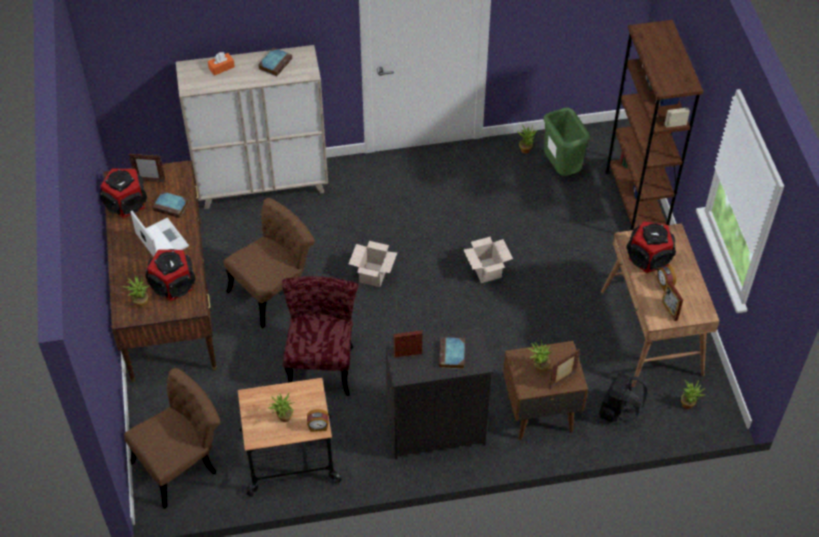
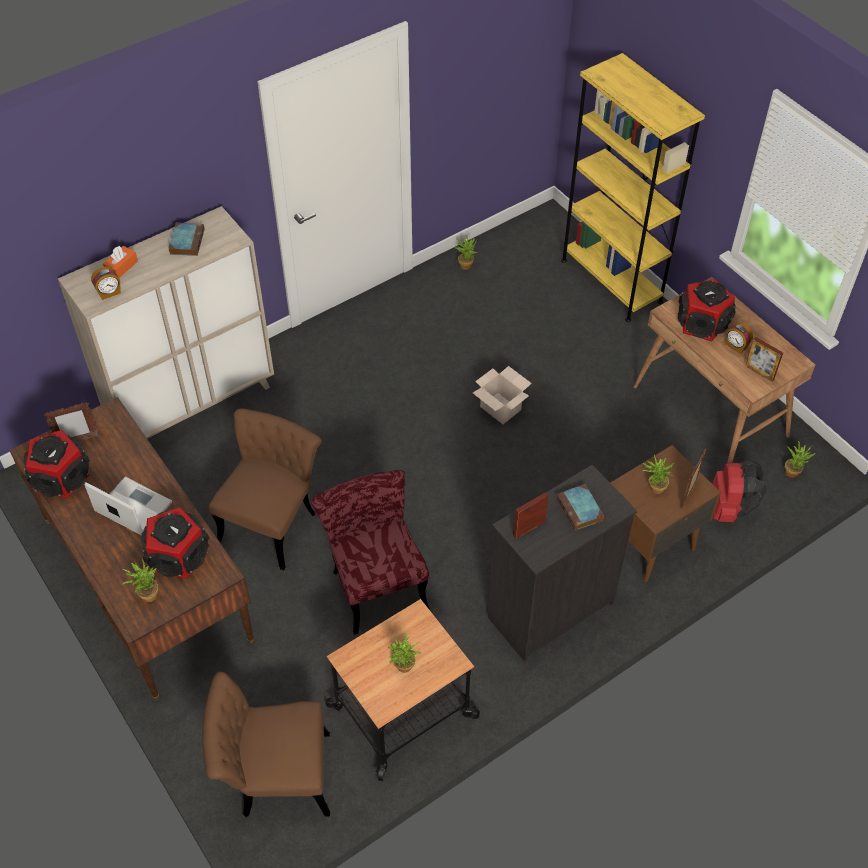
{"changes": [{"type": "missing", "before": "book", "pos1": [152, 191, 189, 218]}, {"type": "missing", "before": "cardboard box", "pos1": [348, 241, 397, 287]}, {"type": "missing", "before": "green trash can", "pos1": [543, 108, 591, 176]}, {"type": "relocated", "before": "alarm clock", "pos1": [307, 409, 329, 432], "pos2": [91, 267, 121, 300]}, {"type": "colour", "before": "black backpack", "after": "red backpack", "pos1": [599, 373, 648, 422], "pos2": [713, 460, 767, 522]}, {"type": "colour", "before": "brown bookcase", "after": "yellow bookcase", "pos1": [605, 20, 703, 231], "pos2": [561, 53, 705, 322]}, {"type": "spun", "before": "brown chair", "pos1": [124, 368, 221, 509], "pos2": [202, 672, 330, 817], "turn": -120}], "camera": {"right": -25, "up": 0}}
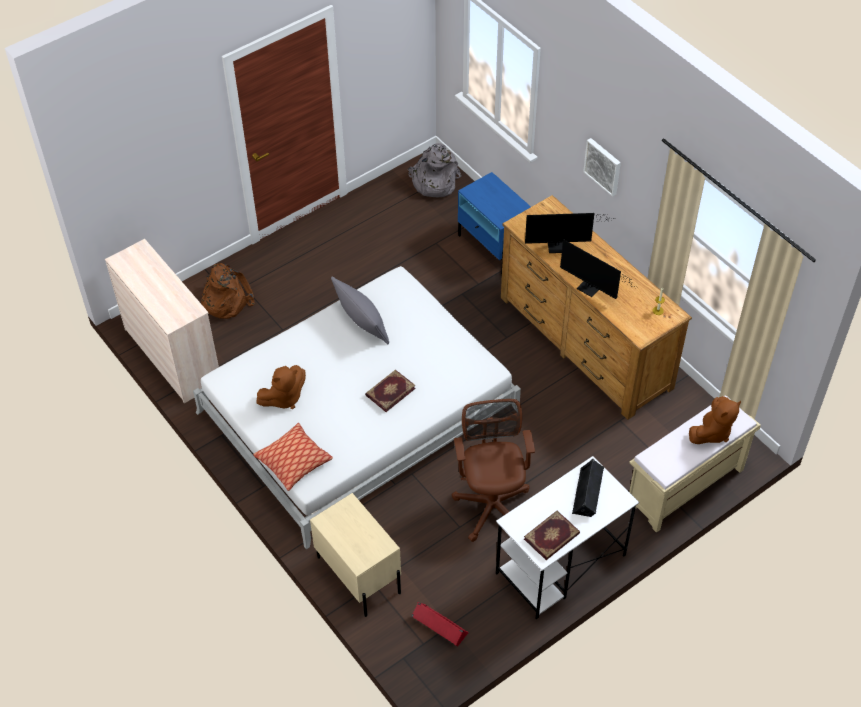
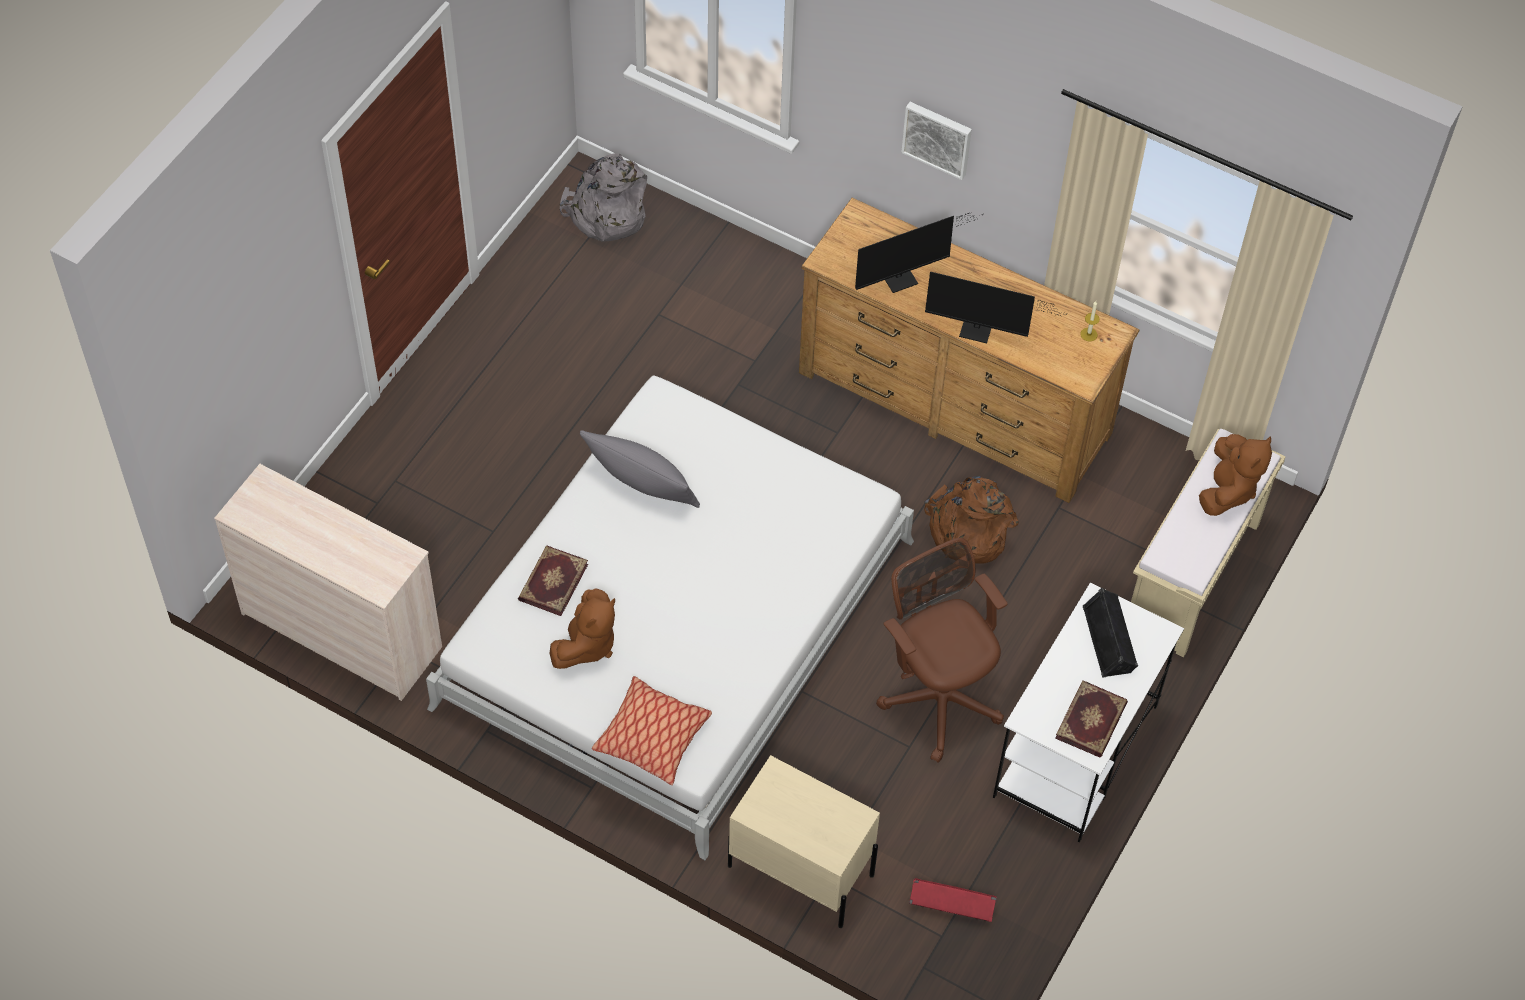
{"changes": [{"type": "missing", "before": "blue nightstand", "pos1": [458, 172, 531, 277]}, {"type": "relocated", "before": "brown backpack", "pos1": [201, 263, 254, 319], "pos2": [924, 476, 1019, 564]}, {"type": "relocated", "before": "book", "pos1": [365, 370, 416, 412], "pos2": [518, 545, 588, 616]}], "camera": {"right": -25, "up": 5}}
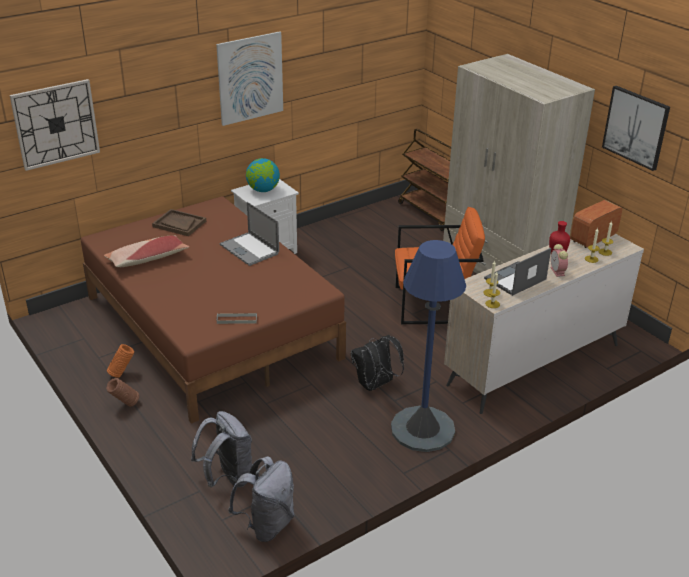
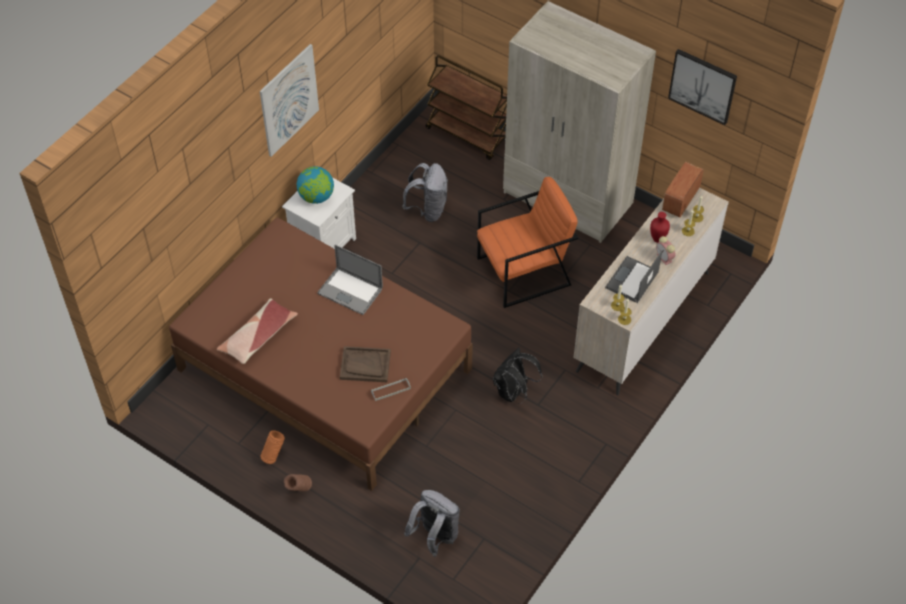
{"changes": [{"type": "missing", "before": "wall clock", "pos1": [10, 79, 100, 171]}, {"type": "missing", "before": "blue floor lamp", "pos1": [391, 240, 466, 452]}, {"type": "relocated", "before": "brown tray", "pos1": [152, 209, 206, 236], "pos2": [340, 346, 391, 382]}, {"type": "relocated", "before": "grey backpack", "pos1": [228, 456, 295, 542], "pos2": [403, 163, 448, 222]}], "camera": {"right": -20, "up": 20}}
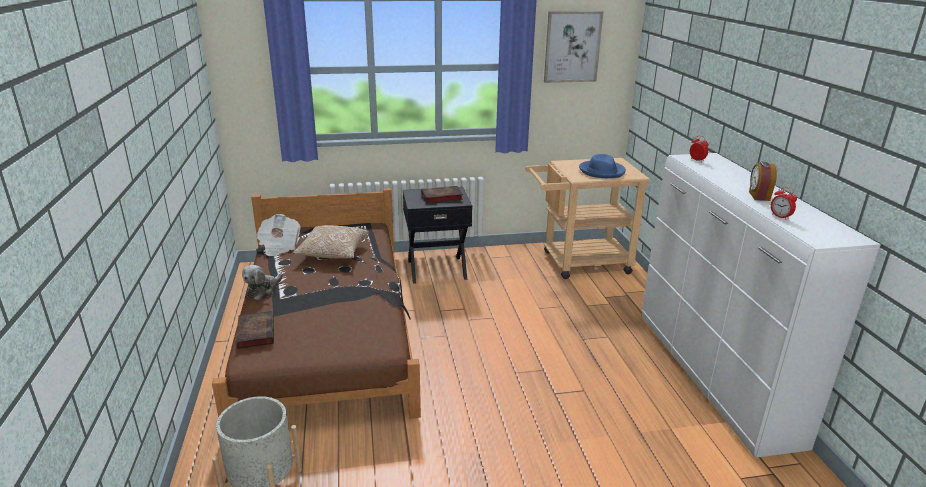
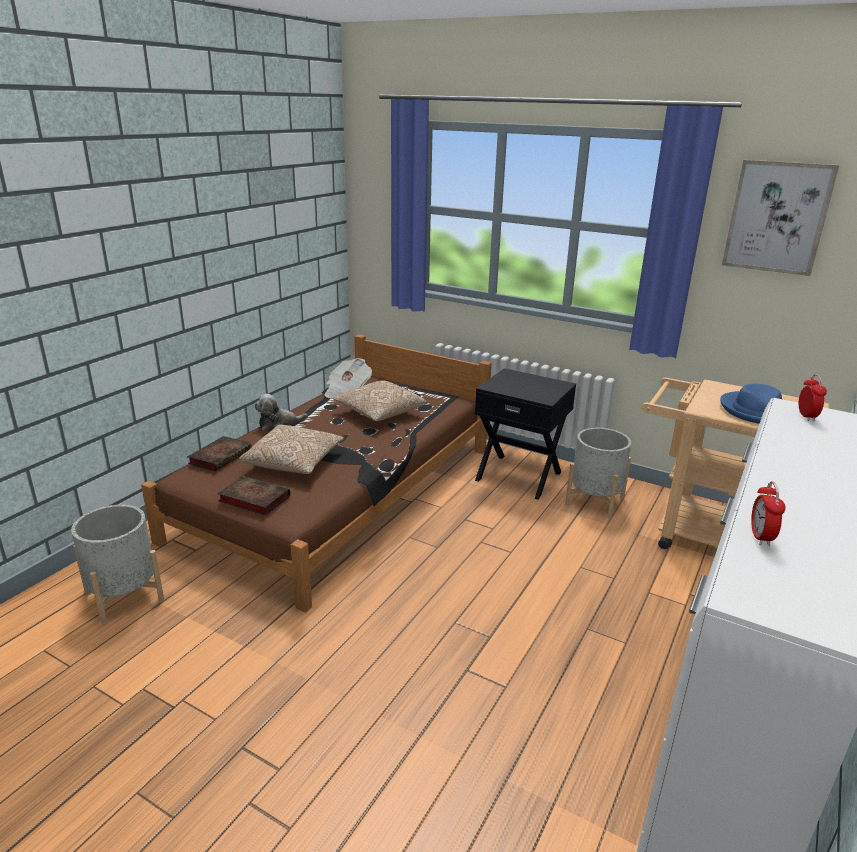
{"changes": [{"type": "missing", "before": "alarm clock", "pos1": [749, 162, 777, 201]}, {"type": "appeared", "after": "pillow", "pos2": [239, 425, 344, 474]}, {"type": "appeared", "after": "grey planter", "pos2": [565, 428, 631, 519]}, {"type": "relocated", "before": "book", "pos1": [421, 186, 463, 203], "pos2": [217, 476, 290, 515]}], "camera": {"right": 40, "up": 0}}
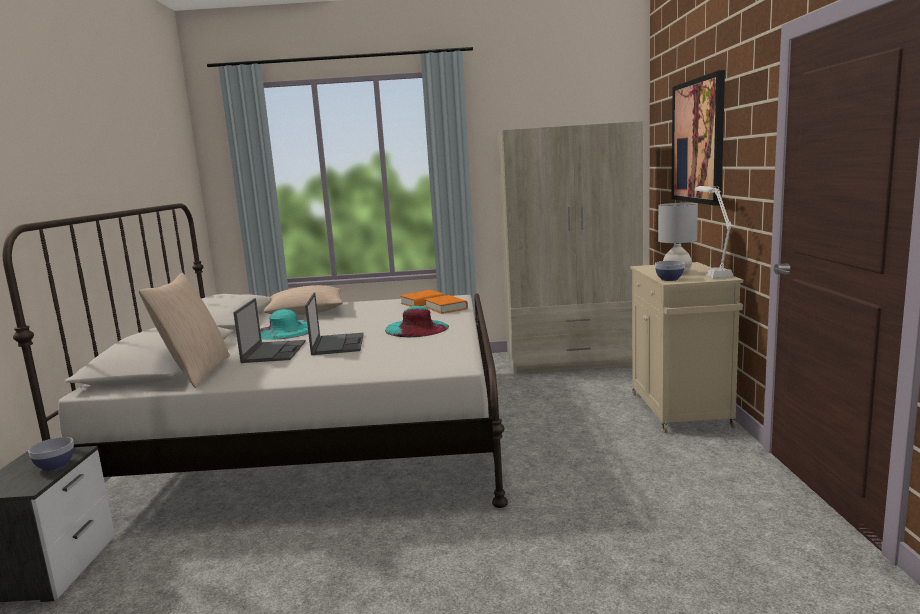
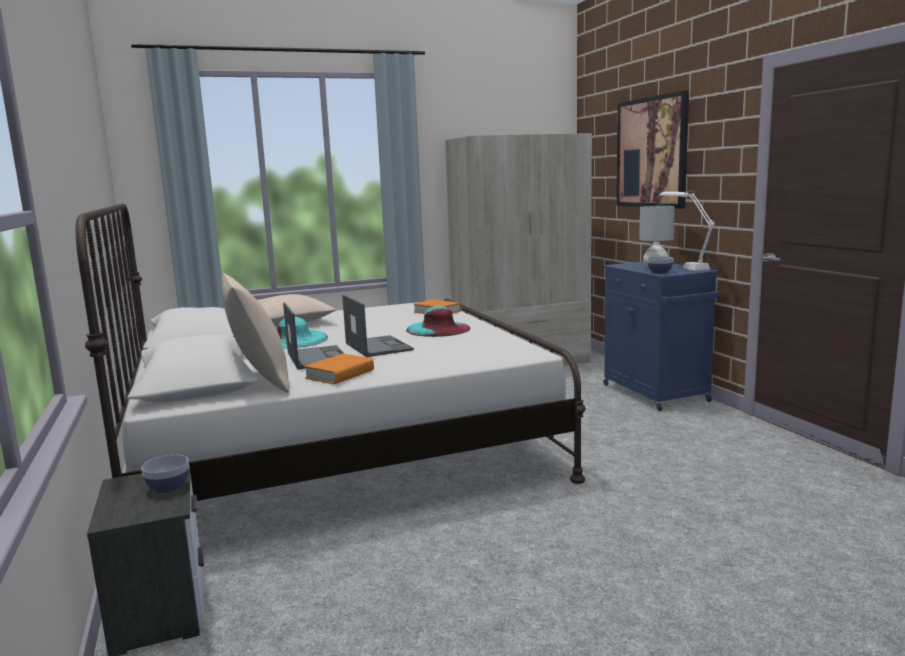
{"changes": [{"type": "relocated", "before": "orange book", "pos1": [400, 290, 445, 307], "pos2": [304, 354, 374, 384]}, {"type": "colour", "before": "beige cabinet", "after": "blue cabinet", "pos1": [630, 262, 743, 433], "pos2": [603, 262, 720, 411]}], "camera": {"right": -20, "up": 0}}
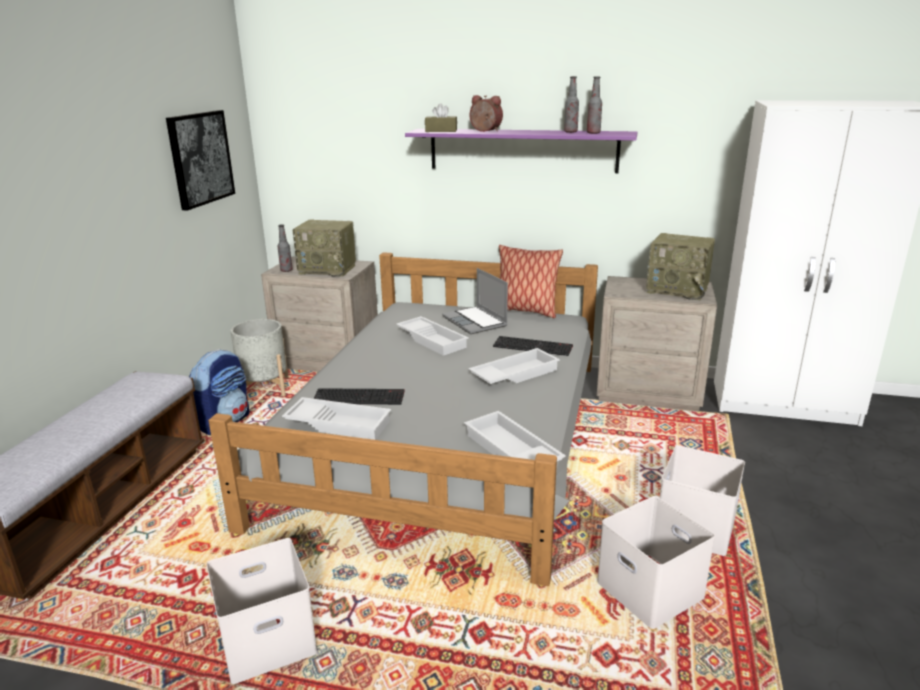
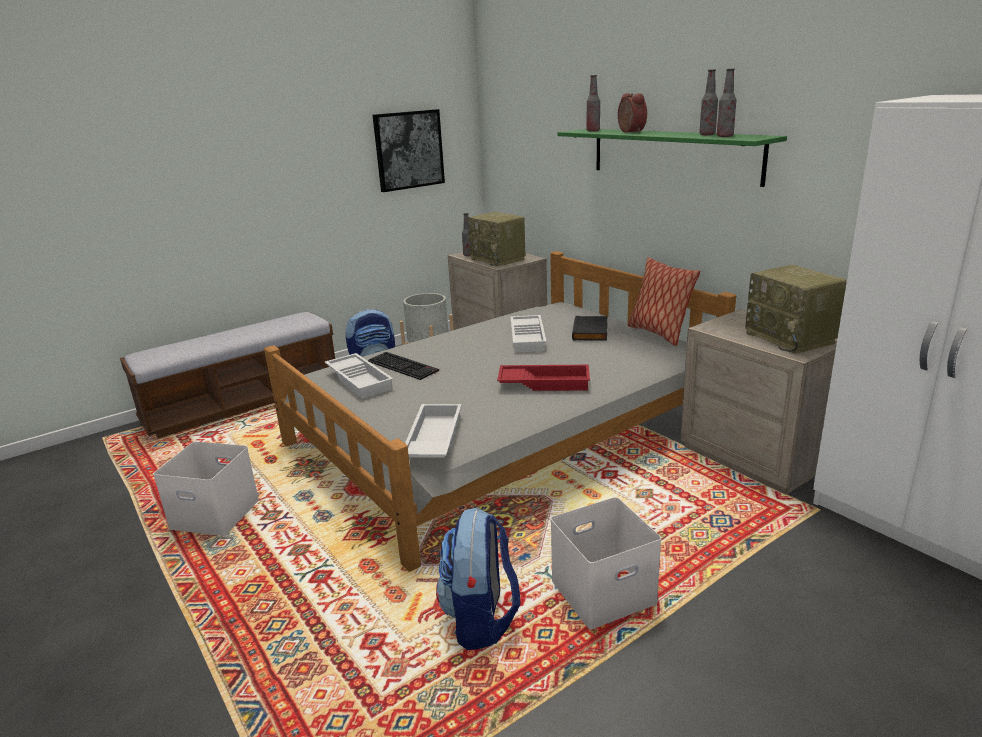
{"changes": [{"type": "missing", "before": "keyboard", "pos1": [493, 336, 573, 356]}, {"type": "exchanged", "before": "brown tissue box", "after": "bottle", "pos1": [425, 103, 457, 132], "pos2": [586, 75, 600, 132]}, {"type": "exchanged", "before": "laptop", "after": "black book", "pos1": [442, 268, 508, 334], "pos2": [572, 316, 608, 341]}, {"type": "exchanged", "before": "white storage box", "after": "backpack", "pos1": [597, 496, 715, 629], "pos2": [436, 507, 521, 650]}, {"type": "colour", "before": "purple shelf", "after": "green shelf", "pos1": [405, 129, 637, 173], "pos2": [557, 129, 787, 187]}, {"type": "colour", "before": "white tray", "after": "red tray", "pos1": [469, 348, 560, 384], "pos2": [497, 365, 590, 391]}], "camera": {"right": 40, "up": 0}}
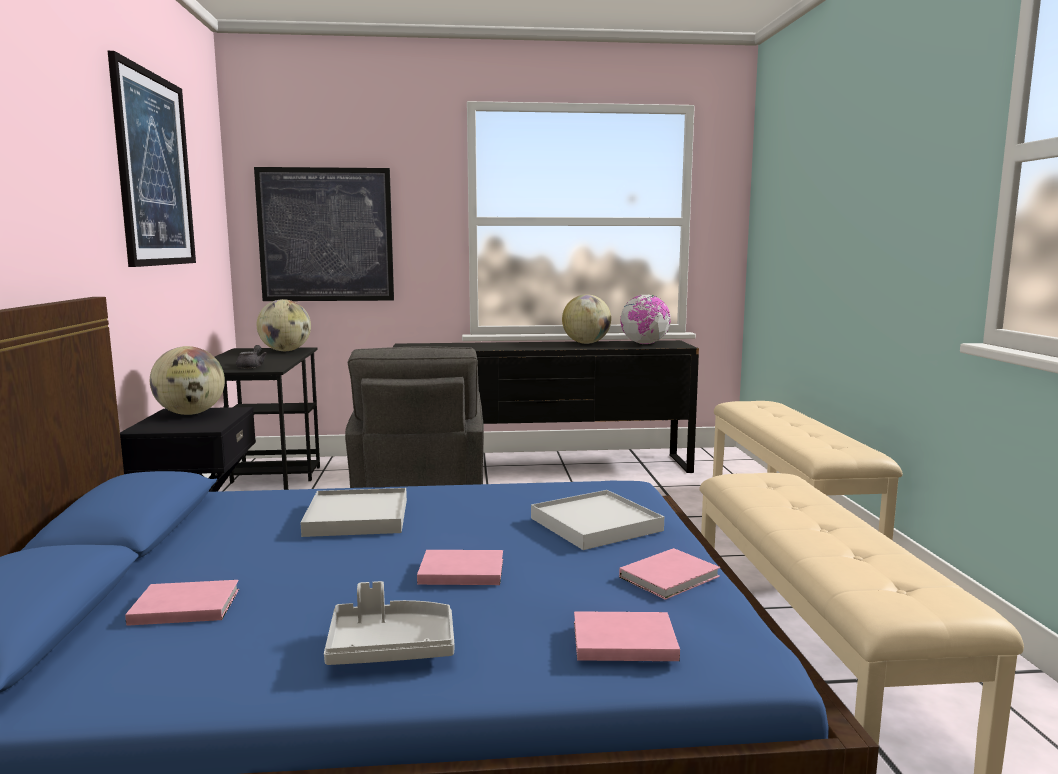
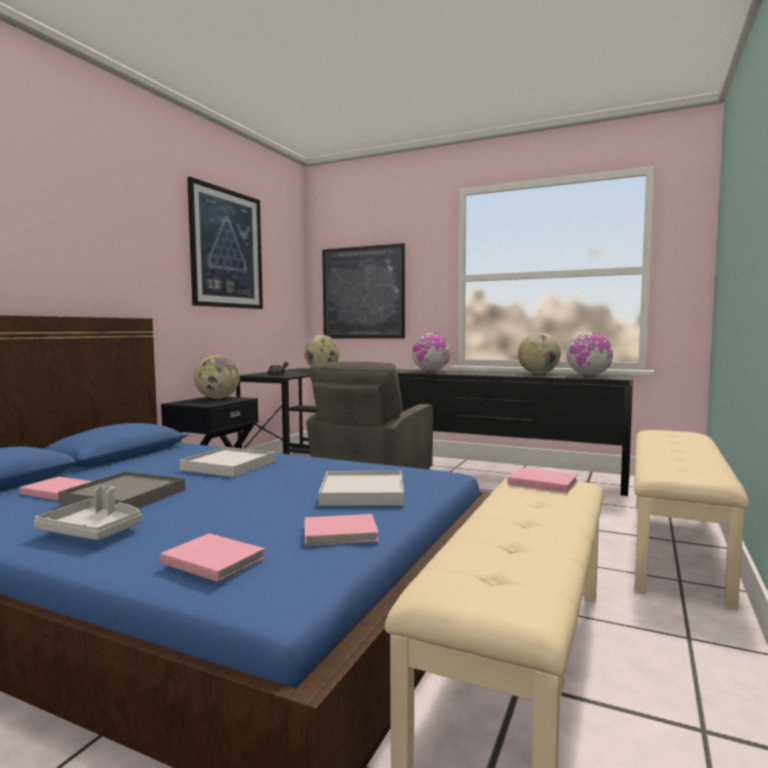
{"changes": [{"type": "appeared", "after": "grey tray", "pos2": [58, 471, 185, 509]}, {"type": "appeared", "after": "globe", "pos2": [412, 333, 450, 372]}, {"type": "relocated", "before": "pink book", "pos1": [417, 550, 503, 585], "pos2": [507, 467, 578, 493]}], "camera": {"right": 30, "up": -5}}
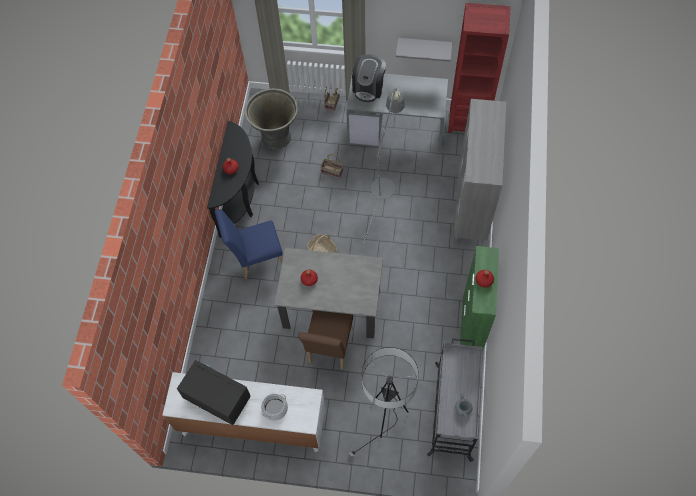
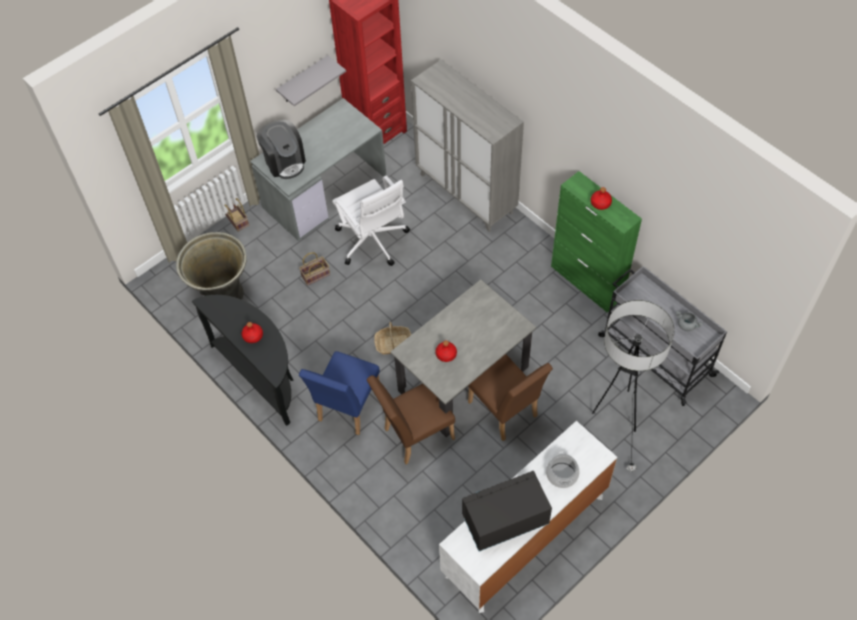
{"changes": [{"type": "appeared", "after": "brown chair", "pos2": [367, 375, 455, 464]}, {"type": "exchanged", "before": "grey floor lamp", "after": "white office chair", "pos1": [363, 88, 405, 244], "pos2": [332, 176, 410, 266]}], "camera": {"right": -50, "up": -5}}
